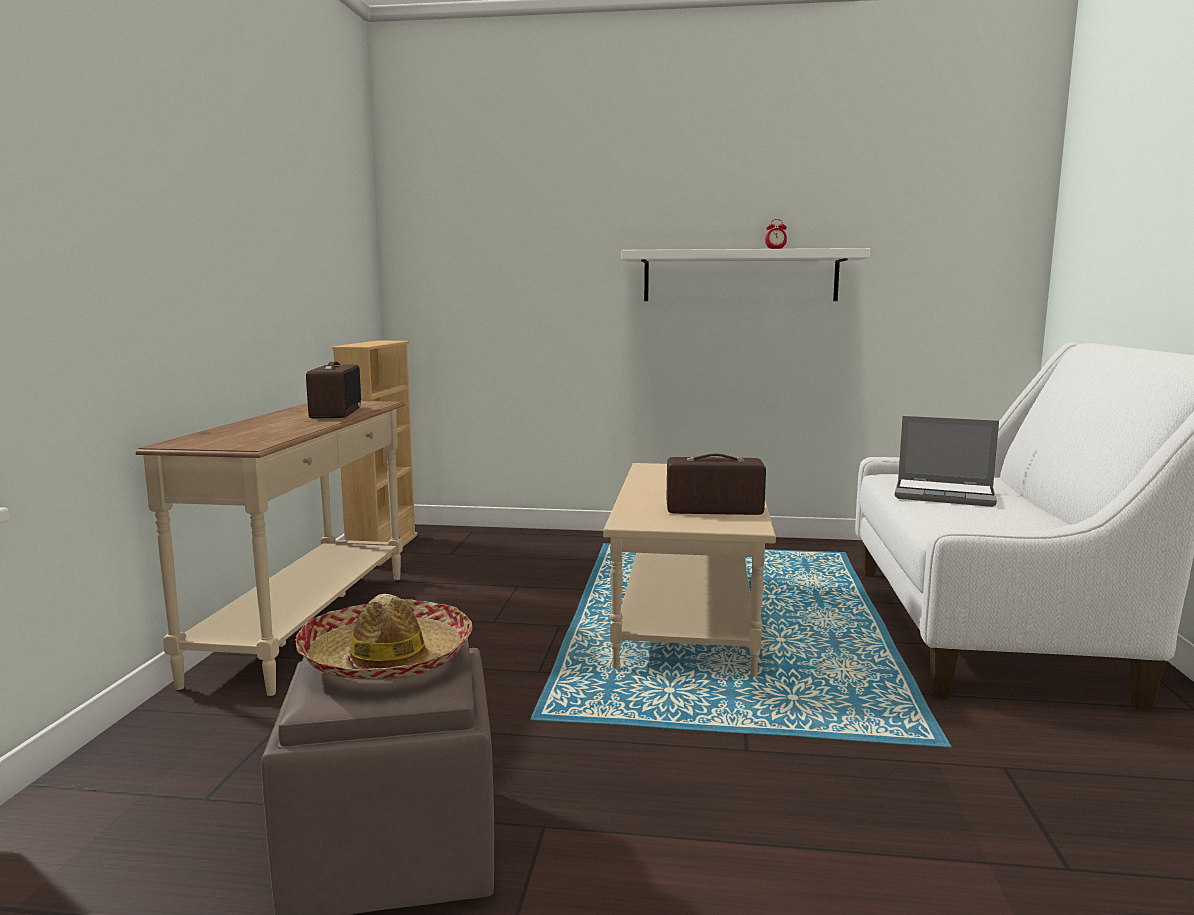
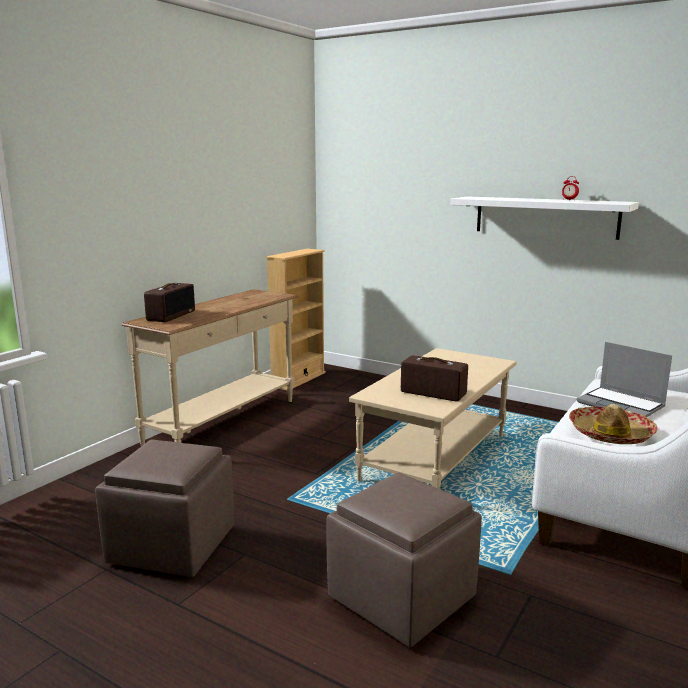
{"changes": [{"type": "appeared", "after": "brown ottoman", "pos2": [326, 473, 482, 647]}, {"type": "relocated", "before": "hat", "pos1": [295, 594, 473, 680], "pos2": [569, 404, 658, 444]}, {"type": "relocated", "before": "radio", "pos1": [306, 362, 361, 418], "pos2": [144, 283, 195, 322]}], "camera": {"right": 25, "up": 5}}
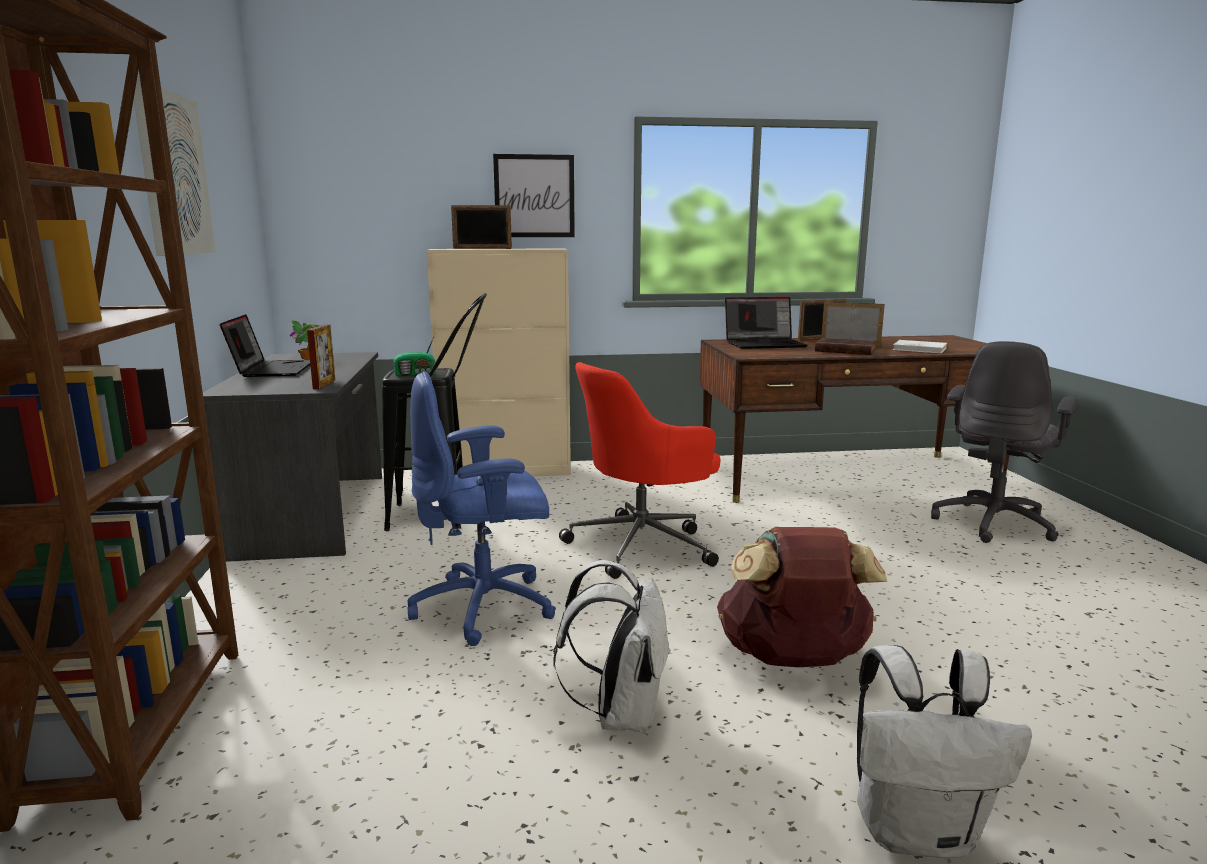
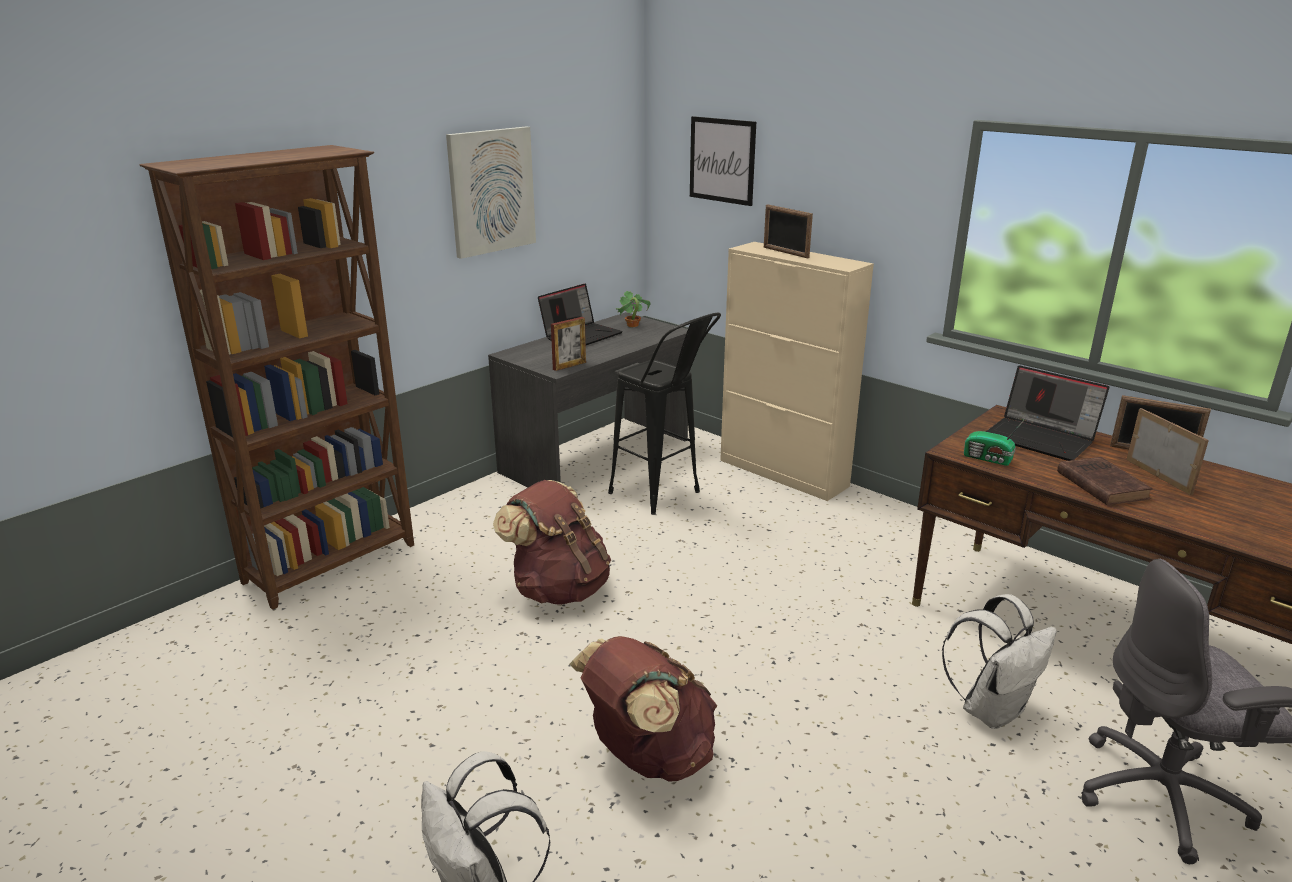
{"changes": [{"type": "missing", "before": "red office chair", "pos1": [559, 362, 720, 579]}, {"type": "missing", "before": "white book", "pos1": [893, 340, 947, 353]}, {"type": "relocated", "before": "radio", "pos1": [393, 334, 436, 377], "pos2": [964, 420, 1024, 466]}, {"type": "relocated", "before": "picture", "pos1": [493, 154, 575, 237], "pos2": [690, 116, 756, 206]}, {"type": "relocated", "before": "white backpack", "pos1": [553, 560, 671, 733], "pos2": [942, 594, 1057, 729]}, {"type": "exchanged", "before": "blue office chair", "after": "brown backpack", "pos1": [408, 372, 556, 646], "pos2": [493, 480, 611, 605]}], "camera": {"right": 50, "up": 10}}
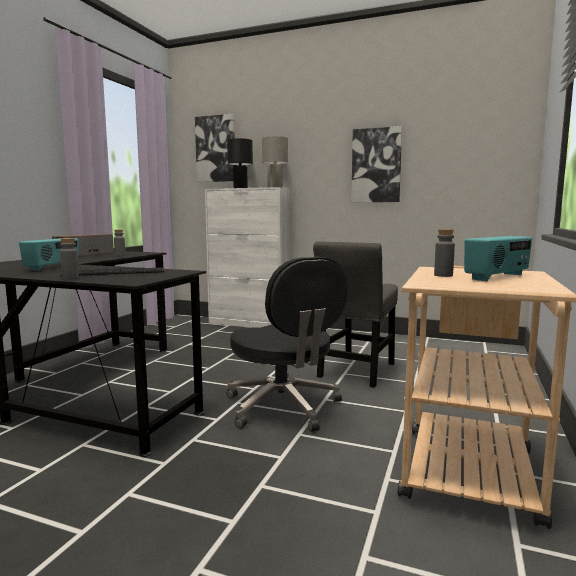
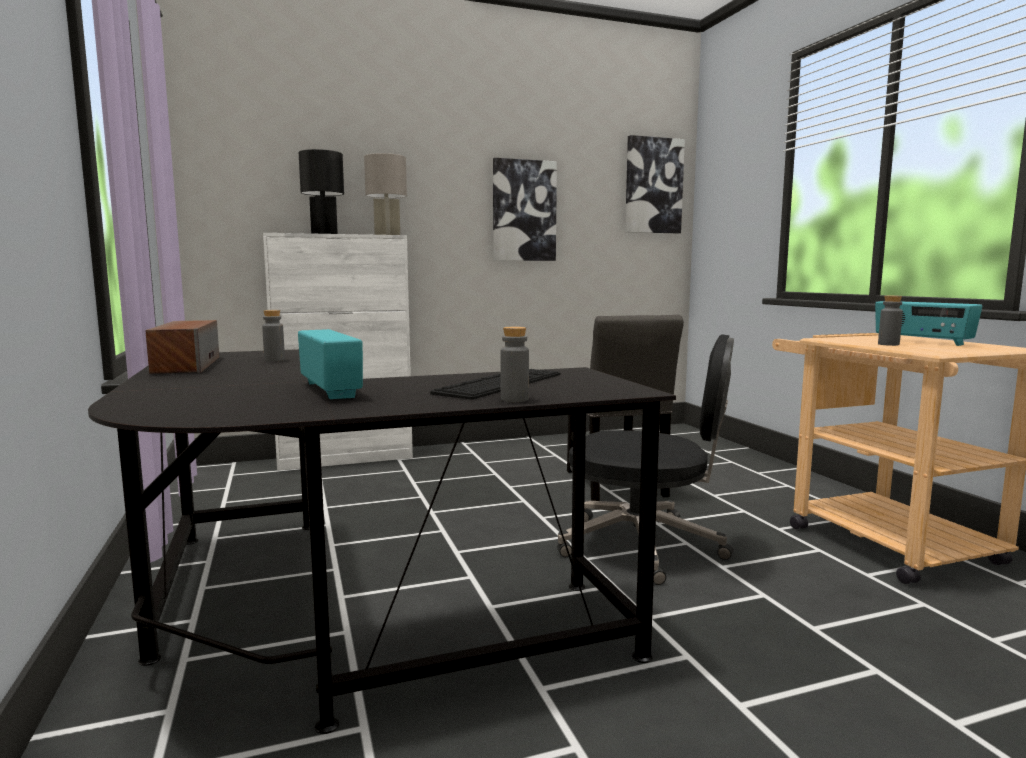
{"changes": [{"type": "relocated", "before": "picture", "pos1": [195, 114, 235, 182], "pos2": [625, 135, 685, 233]}, {"type": "spun", "before": "radio", "pos1": [464, 236, 532, 281], "pos2": [875, 301, 982, 346], "turn": 135}], "camera": {"right": -40, "up": 0}}
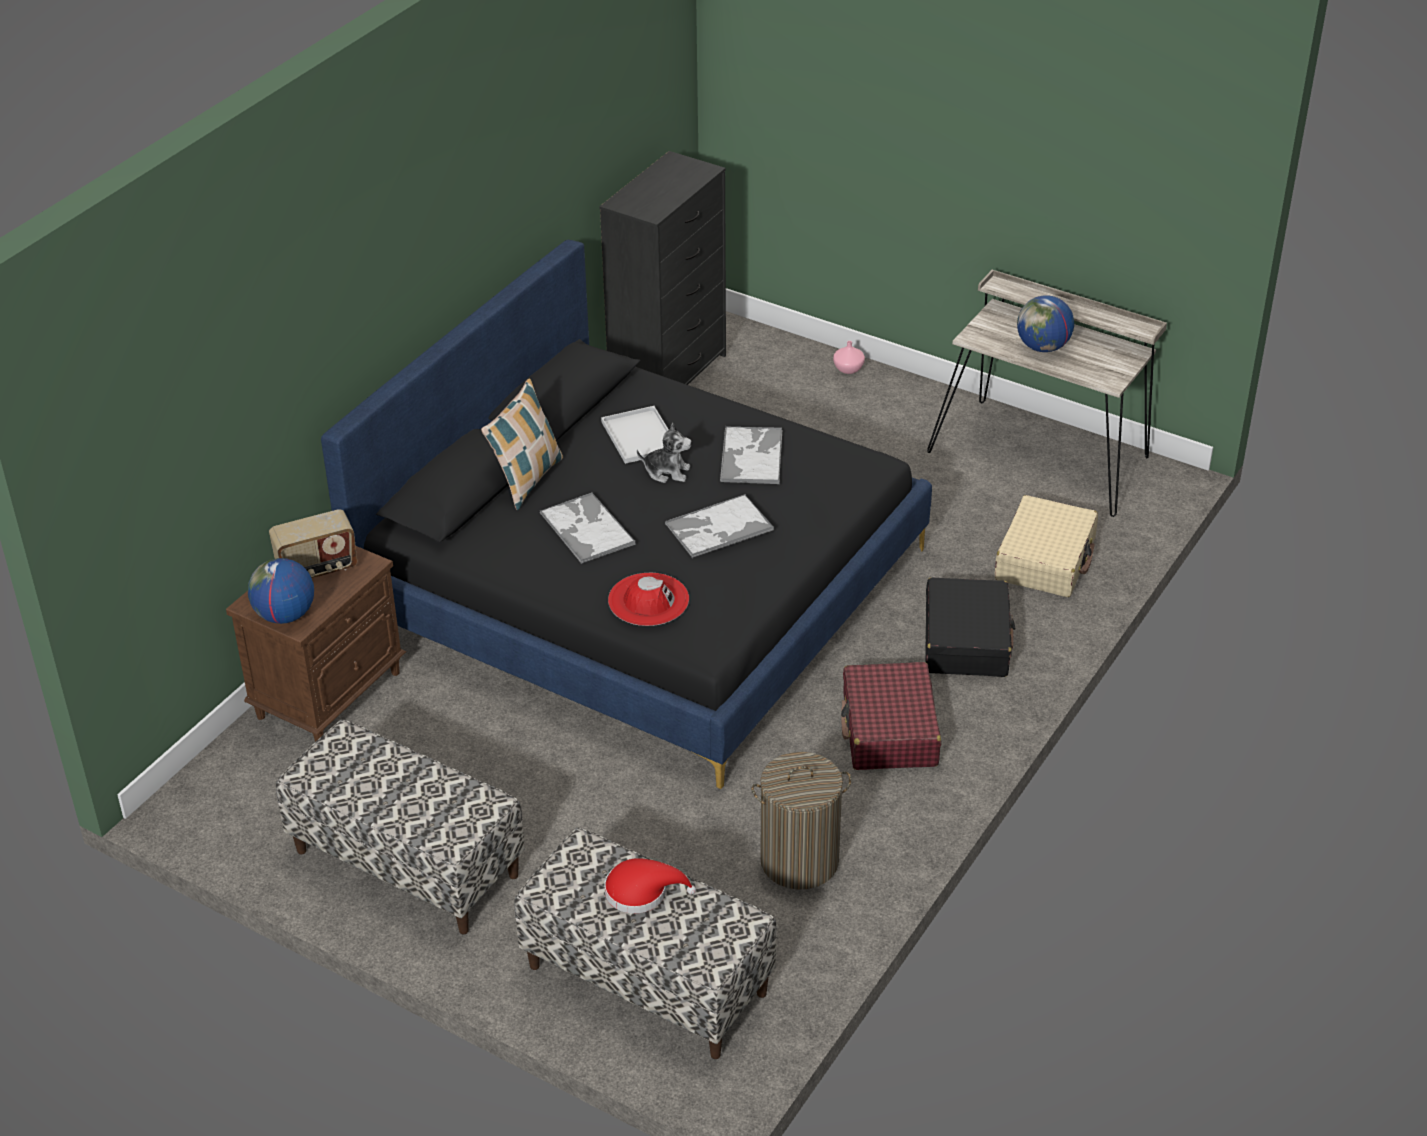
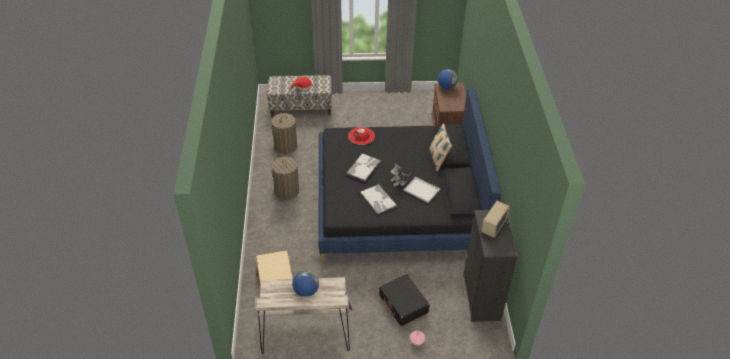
{"changes": [{"type": "missing", "before": "bench", "pos1": [276, 719, 525, 934]}, {"type": "missing", "before": "tray", "pos1": [540, 492, 636, 564]}, {"type": "relocated", "before": "radio", "pos1": [269, 509, 357, 578], "pos2": [481, 201, 510, 238]}, {"type": "relocated", "before": "black suitcase", "pos1": [925, 577, 1015, 677], "pos2": [379, 274, 430, 326]}, {"type": "exchanged", "before": "red suitcase", "after": "laundry basket", "pos1": [841, 662, 941, 770], "pos2": [272, 157, 299, 200]}], "camera": {"right": 145, "up": 5}}
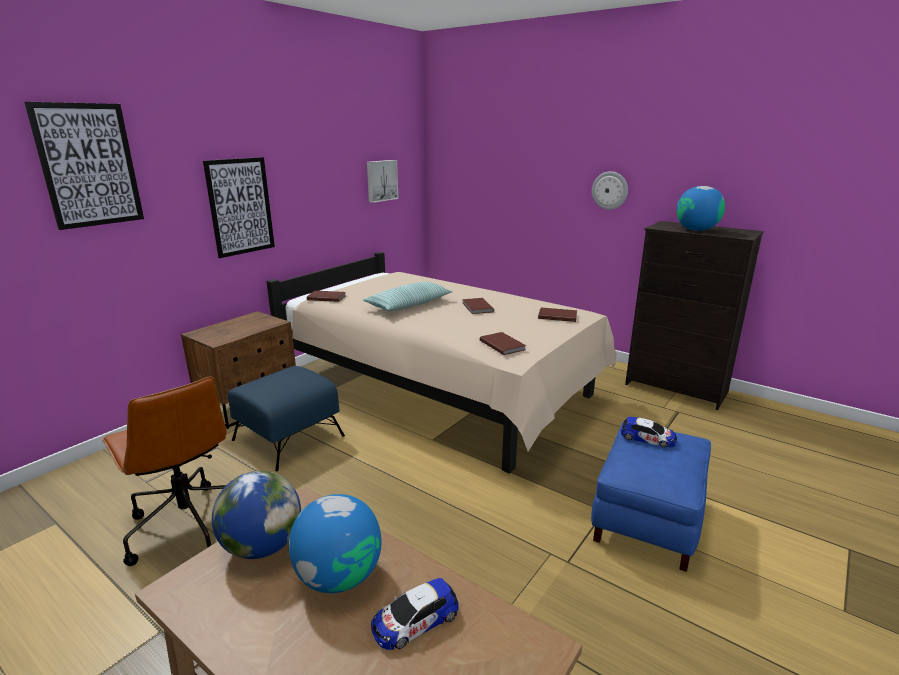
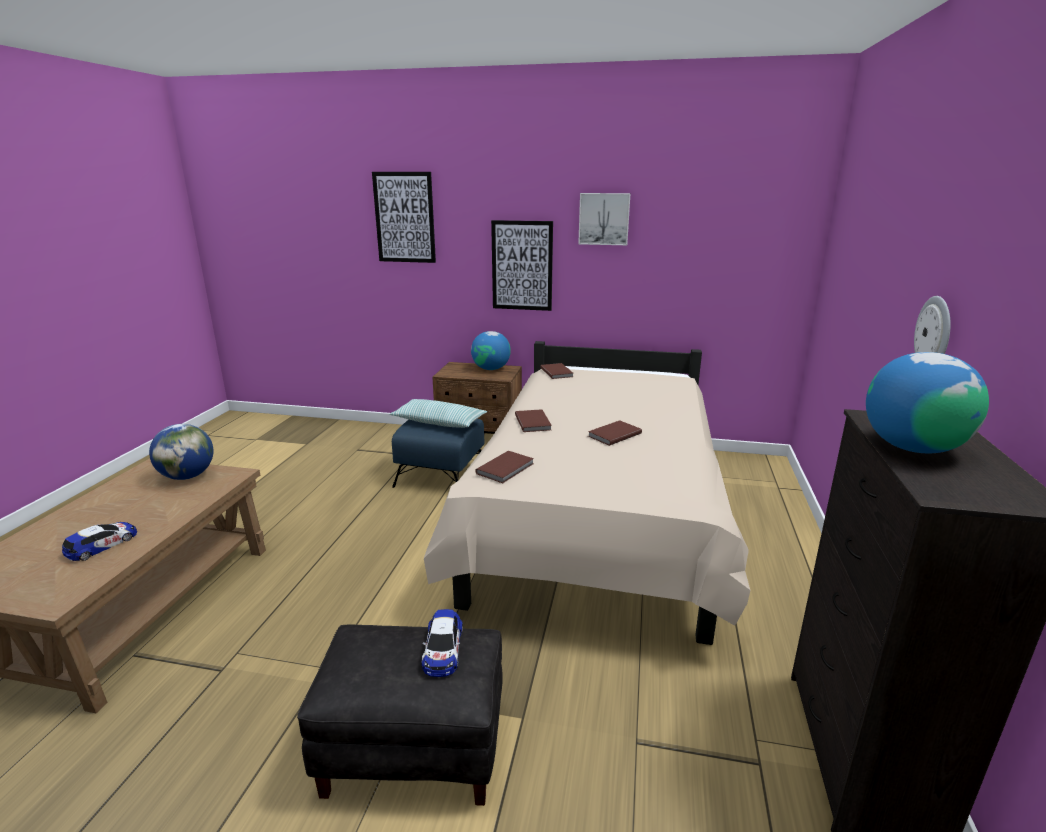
{"changes": [{"type": "missing", "before": "brown office chair", "pos1": [102, 376, 227, 566]}, {"type": "relocated", "before": "globe", "pos1": [289, 494, 382, 593], "pos2": [471, 331, 511, 370]}, {"type": "relocated", "before": "pillow", "pos1": [363, 282, 453, 311], "pos2": [390, 399, 487, 428]}, {"type": "relocated", "before": "picture", "pos1": [367, 160, 398, 203], "pos2": [578, 193, 631, 245]}, {"type": "relocated", "before": "brown book", "pos1": [538, 308, 577, 322], "pos2": [515, 409, 552, 432]}, {"type": "colour", "before": "blue ottoman", "after": "black ottoman", "pos1": [591, 423, 711, 572], "pos2": [297, 625, 503, 806]}, {"type": "spun", "before": "toy car", "pos1": [371, 578, 459, 650], "pos2": [62, 522, 137, 561], "turn": 90}], "camera": {"right": 65, "up": 0}}
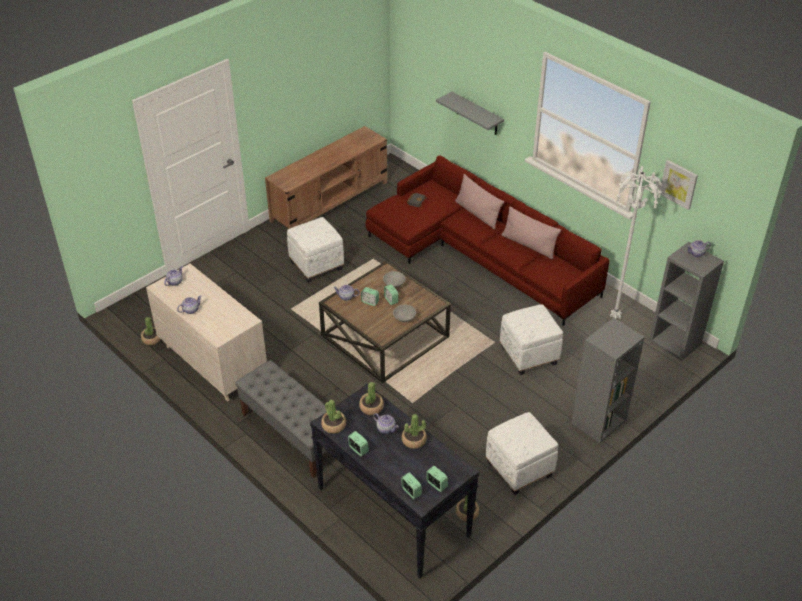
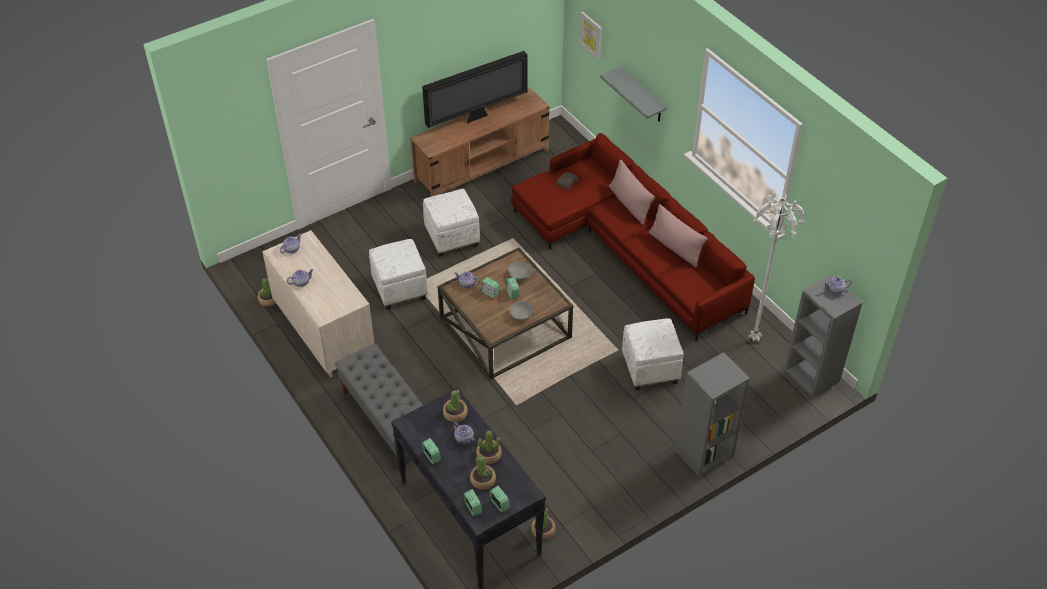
{"changes": [{"type": "appeared", "after": "television", "pos2": [422, 51, 528, 128]}, {"type": "relocated", "before": "potted plant", "pos1": [321, 399, 346, 434], "pos2": [470, 456, 496, 490]}, {"type": "relocated", "before": "white ottoman", "pos1": [486, 412, 559, 495], "pos2": [369, 239, 428, 310]}, {"type": "relocated", "before": "picture", "pos1": [660, 160, 698, 210], "pos2": [579, 11, 602, 59]}], "camera": {"right": 10, "up": 5}}
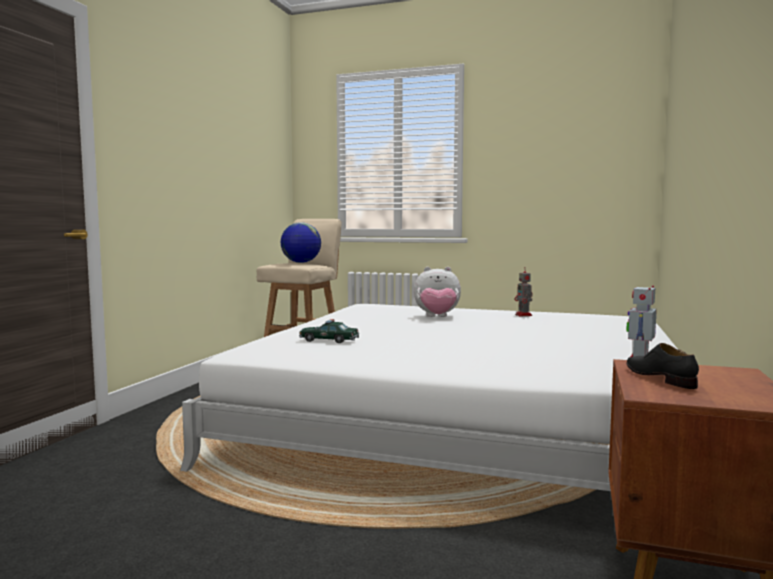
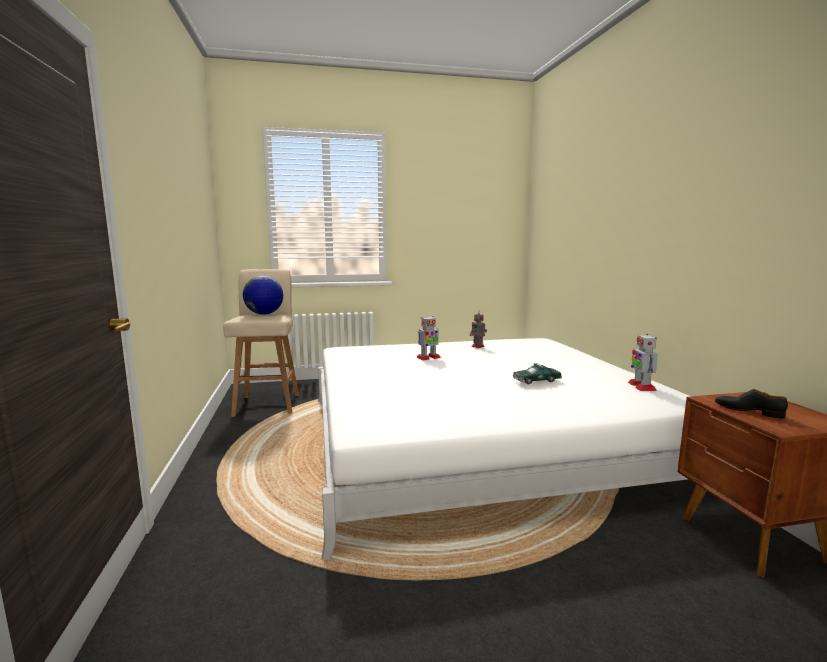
{"changes": [{"type": "relocated", "before": "toy car", "pos1": [299, 319, 359, 343], "pos2": [513, 363, 562, 384]}, {"type": "exchanged", "before": "plush toy", "after": "toy robot", "pos1": [414, 267, 461, 317], "pos2": [416, 316, 441, 361]}], "camera": {"right": -30, "up": 5}}
